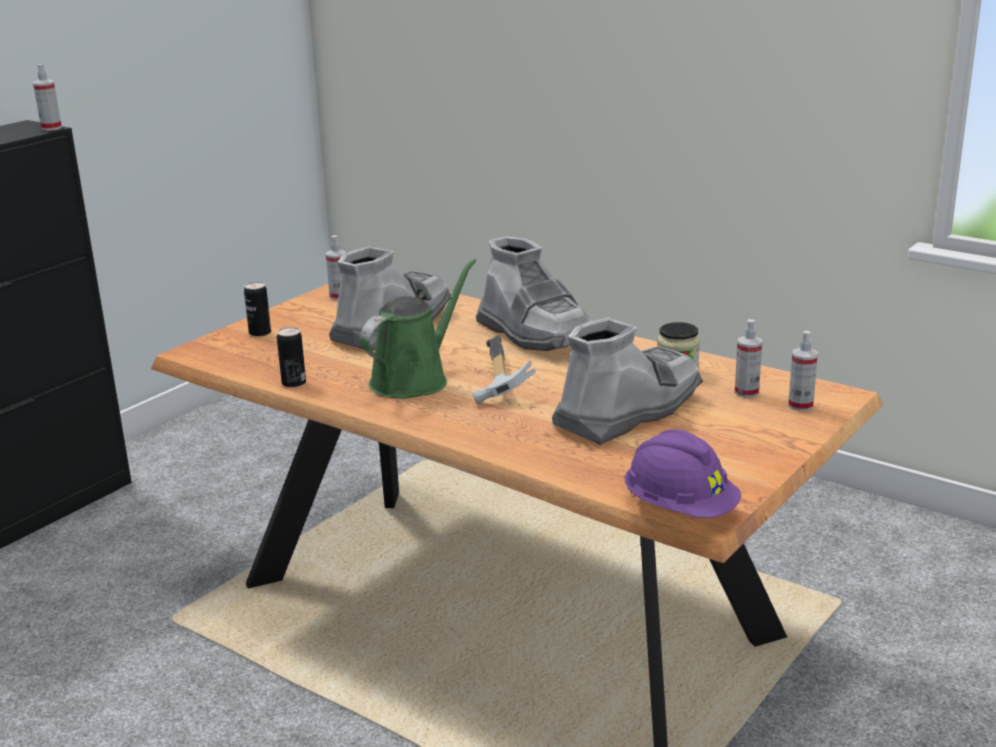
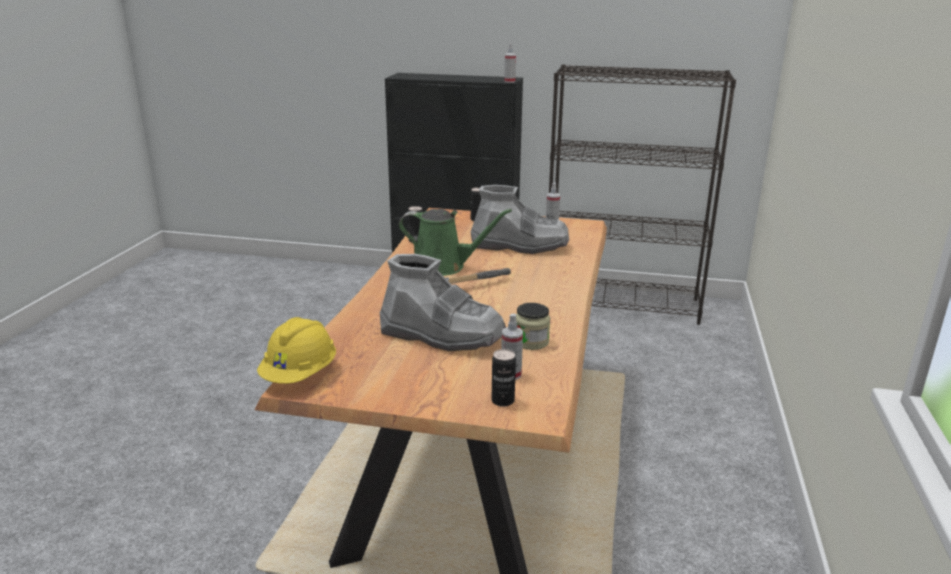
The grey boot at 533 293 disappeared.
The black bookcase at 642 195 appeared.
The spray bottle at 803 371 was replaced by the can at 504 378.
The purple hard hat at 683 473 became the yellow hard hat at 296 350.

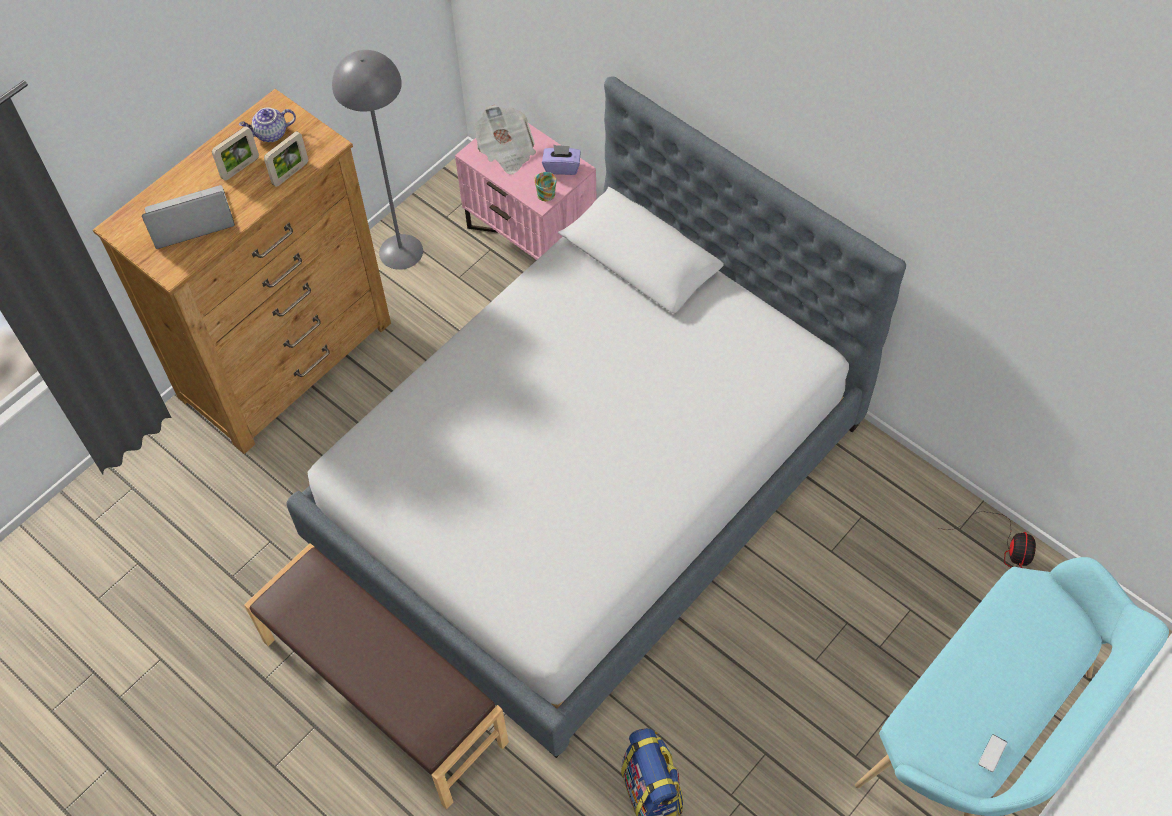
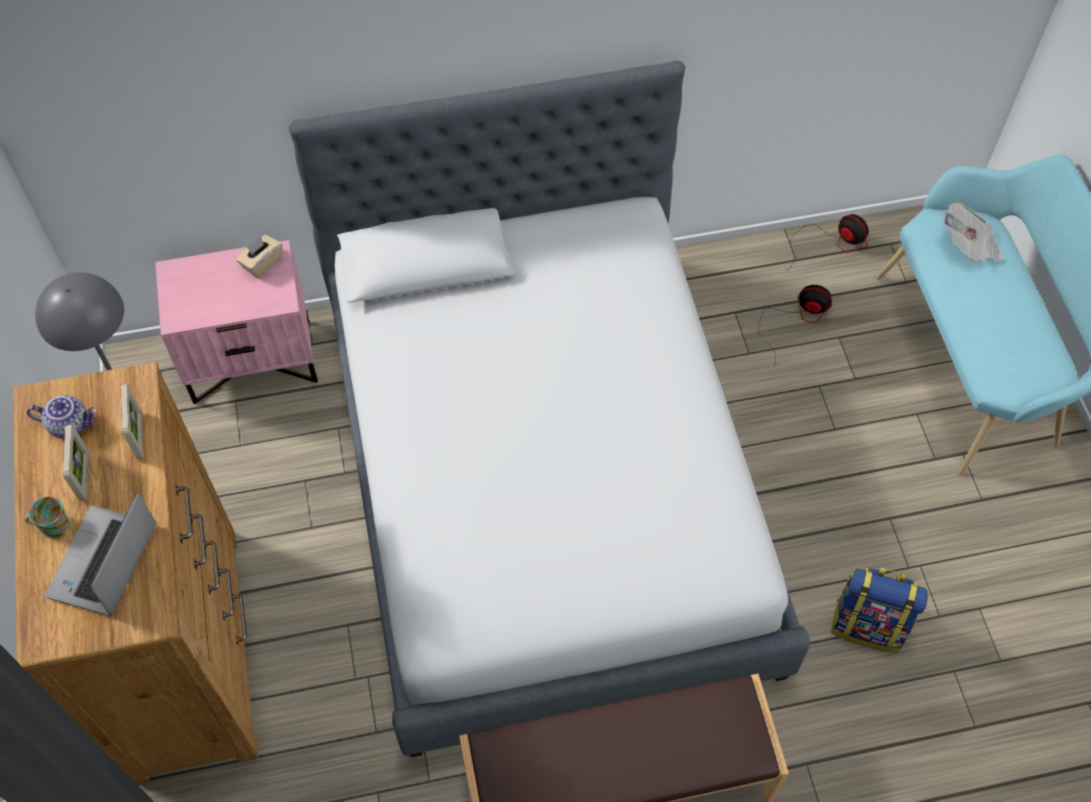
The phone at 993 753 disappeared.
The fan at 795 326 appeared.
The newspaper moved from 505 140 to 972 233.
The mug moved from 546 186 to 47 518.
The purple tissue box at 561 160 became the beige tissue box at 259 256.
The teapot at 267 124 turned 105 degrees counterclockwise.

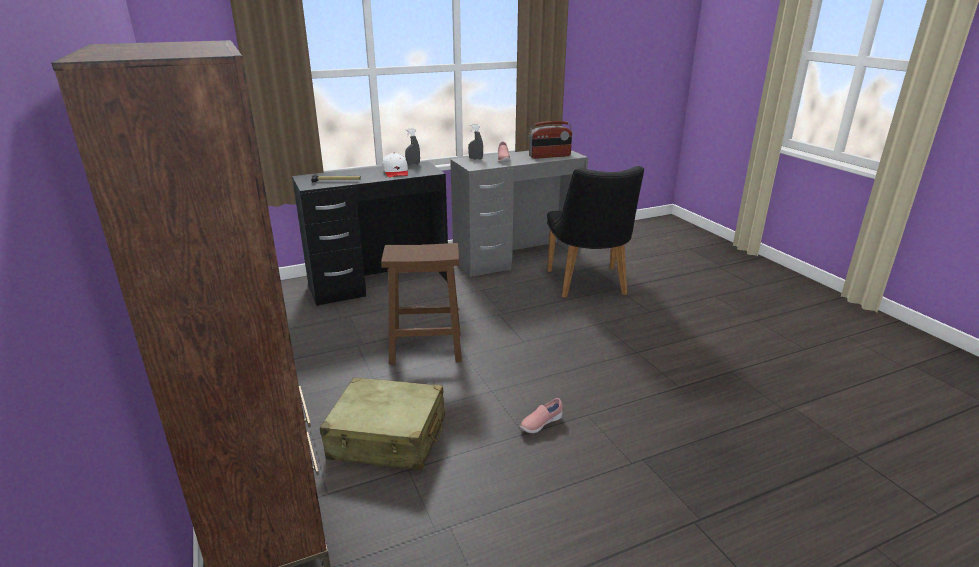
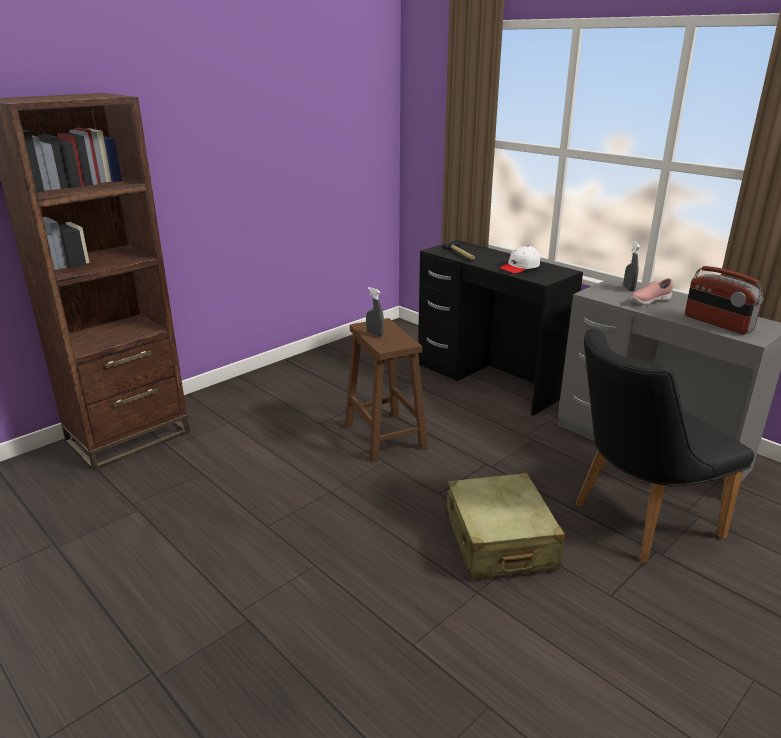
The pink shoe at 541 415 disappeared.
The beige suitcase moved from 382 424 to 506 526.
The grey spray bottle moved from 412 146 to 375 311.

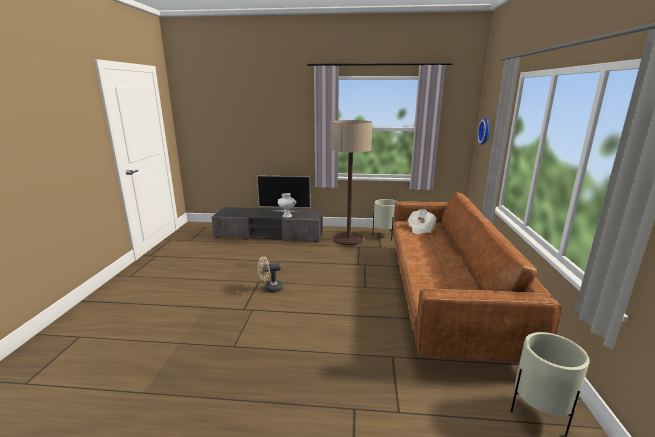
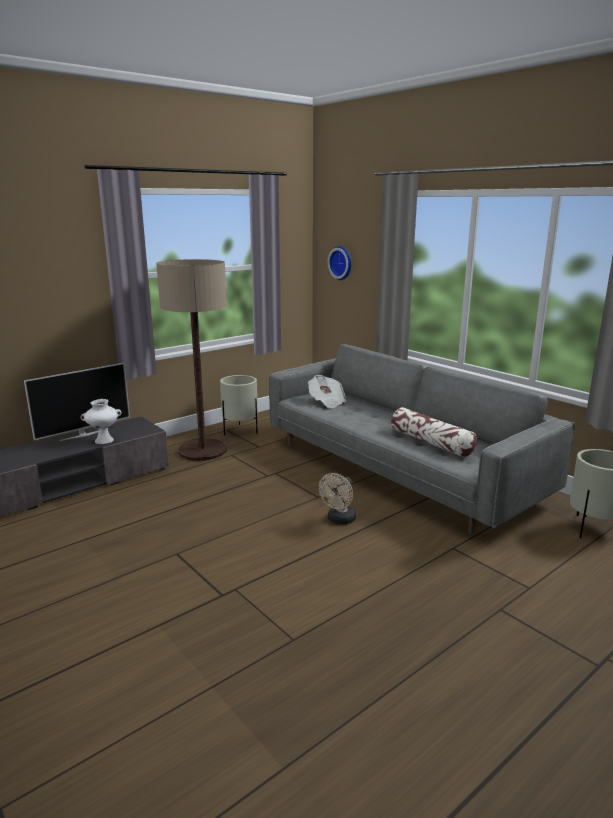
The pillow at 434 432 appeared.
The beige fan moved from 270 274 to 337 499.
The brown sofa at 476 277 became the grey sofa at 422 439.

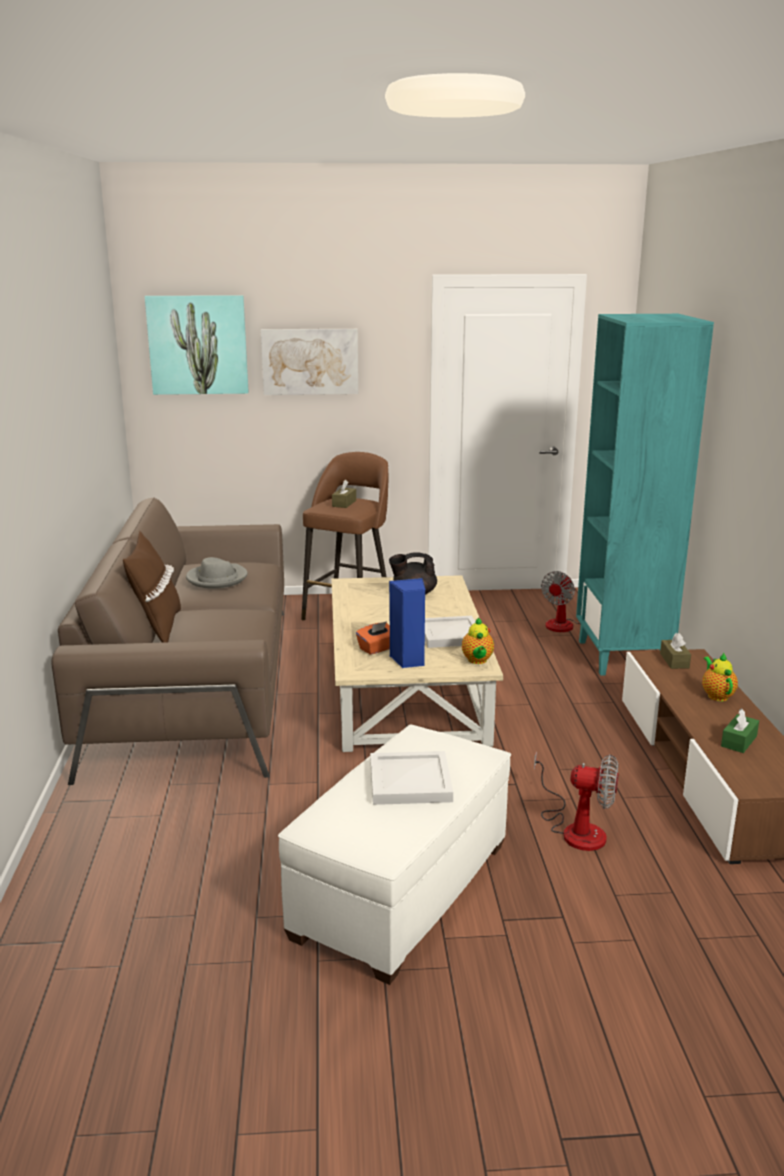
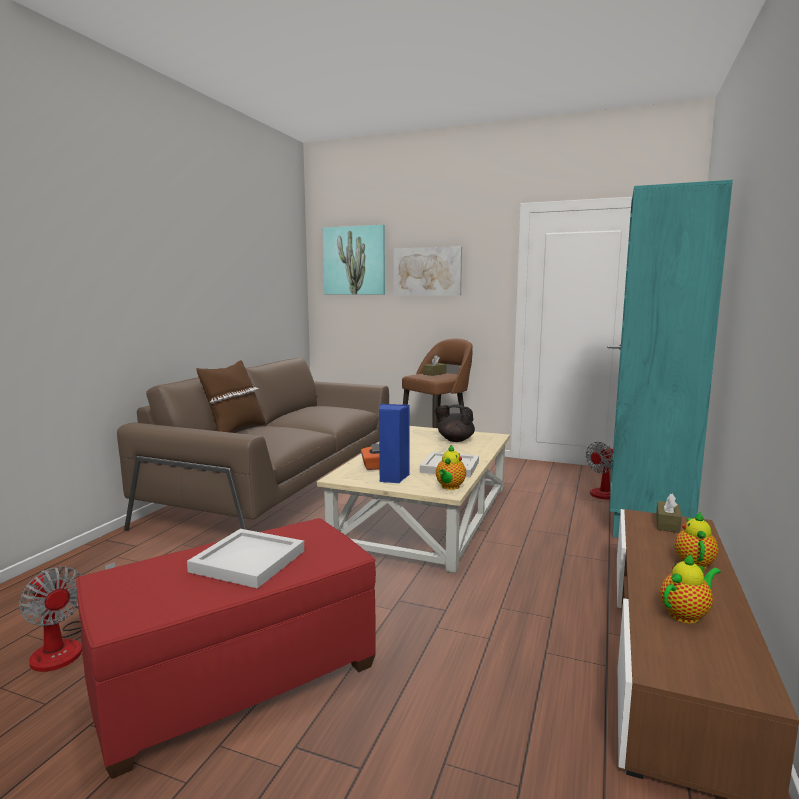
The grey hat at 217 573 disappeared.
The fan moved from 576 801 to 67 617.
The green tissue box at 740 730 was replaced by the teapot at 690 588.
The white ottoman at 394 855 became the red ottoman at 226 648.

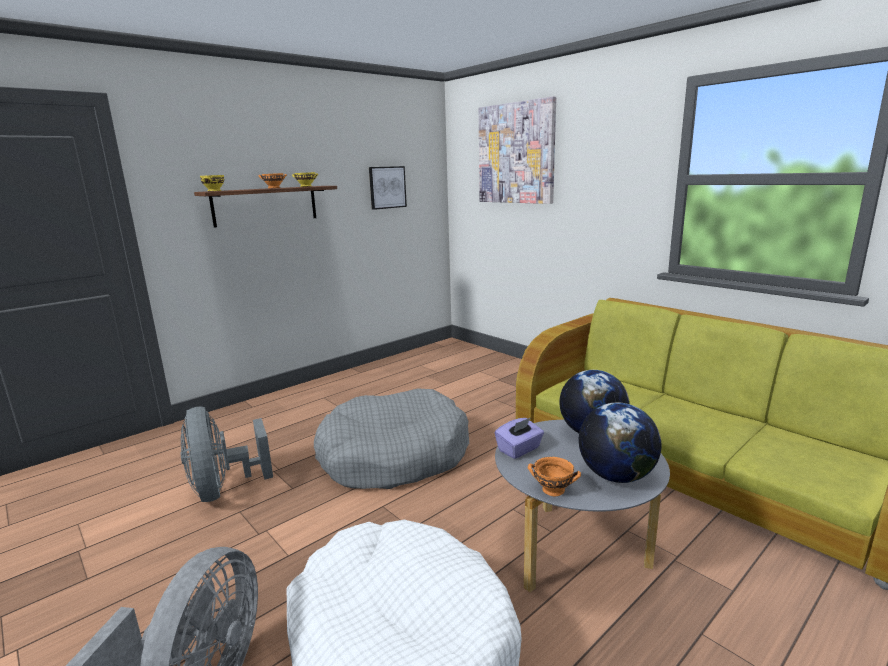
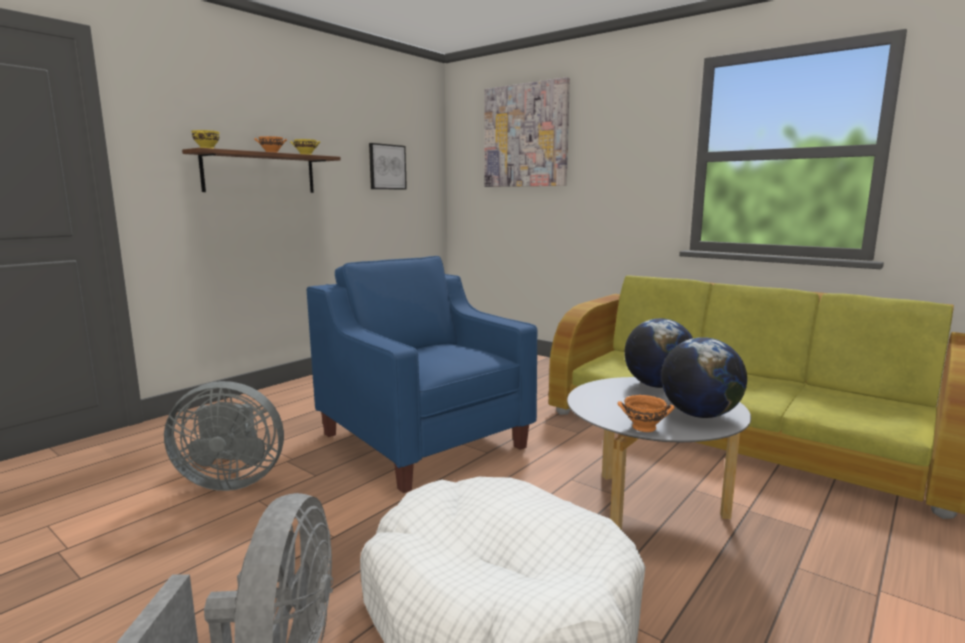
The purple tissue box at 519 438 disappeared.
The grey dog bed at 391 438 was replaced by the blue armchair at 422 374.
The grey fan at 226 454 turned 60 degrees counterclockwise.

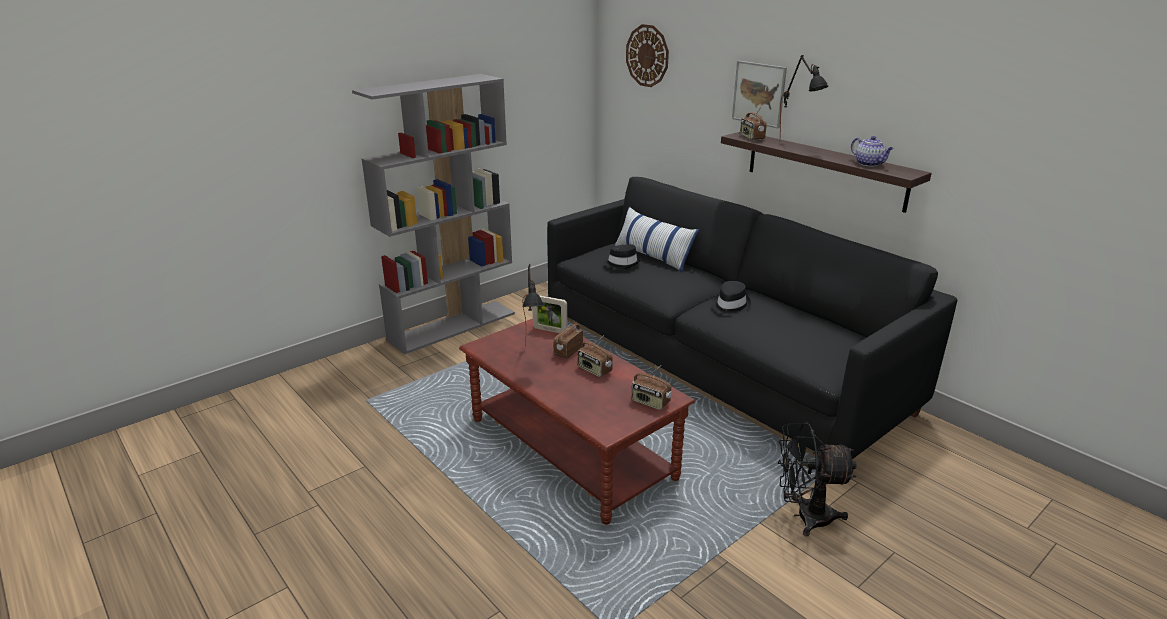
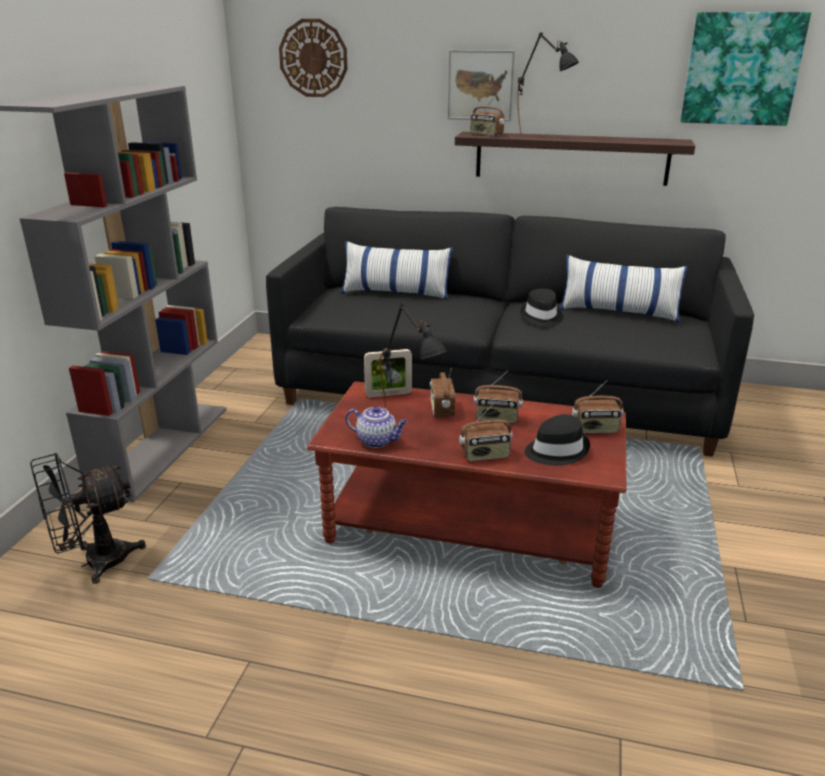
The radio at 486 432 appeared.
The pillow at 623 289 appeared.
The picture at 745 69 appeared.
The black hat moved from 622 256 to 557 440.
The black fan moved from 817 479 to 88 518.
The teapot moved from 872 151 to 377 427.

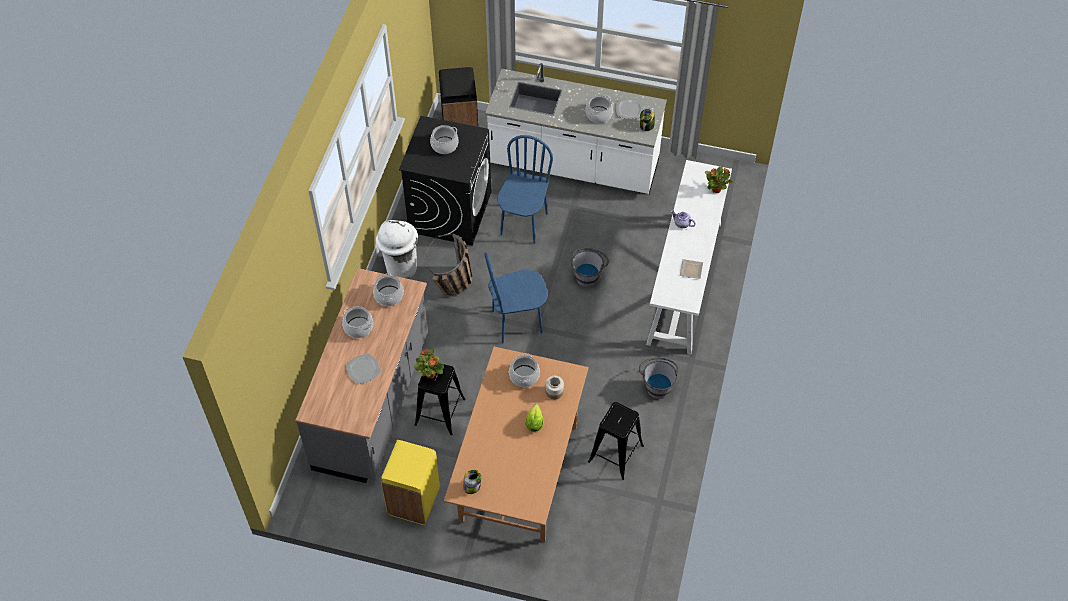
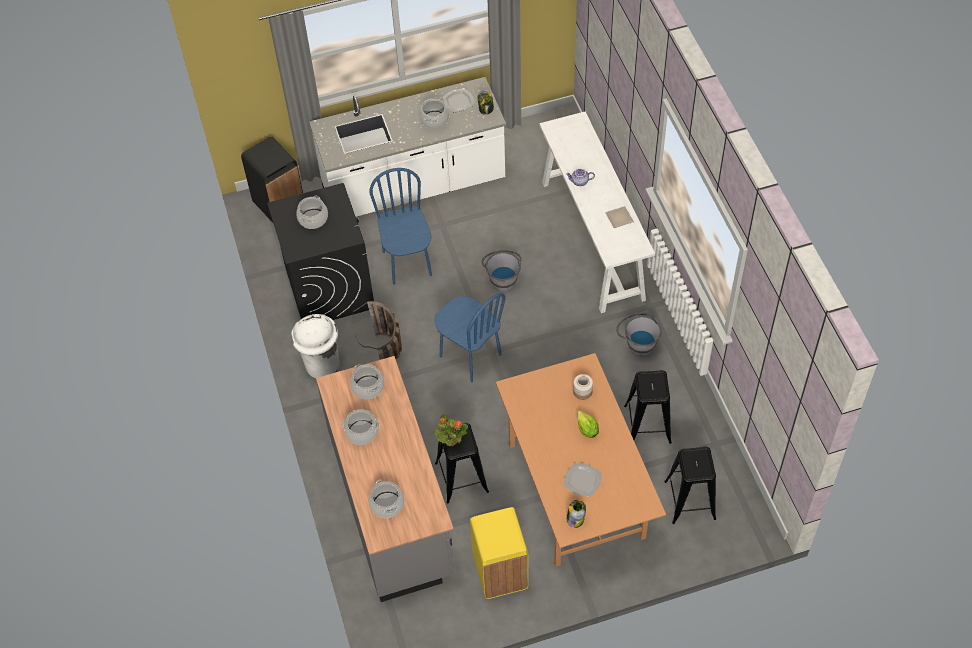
The potted plant at 719 180 disappeared.
The black stool at 690 485 appeared.
The plate moved from 363 369 to 583 480.
The cooking pot moved from 524 370 to 386 499.
The blue chair at 516 297 turned 90 degrees counterclockwise.

